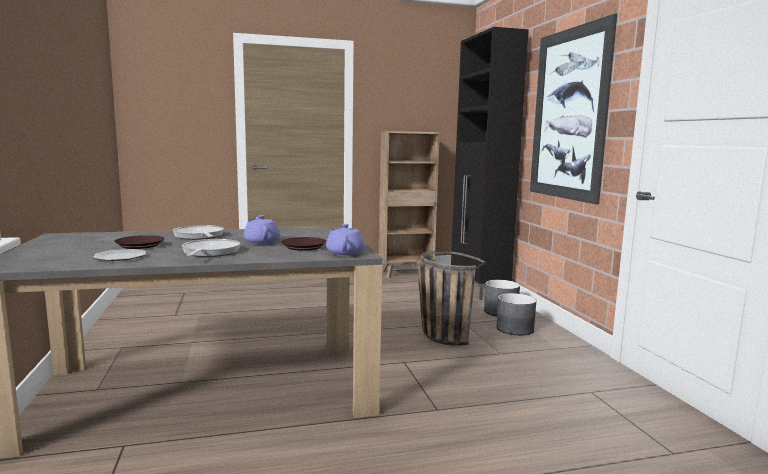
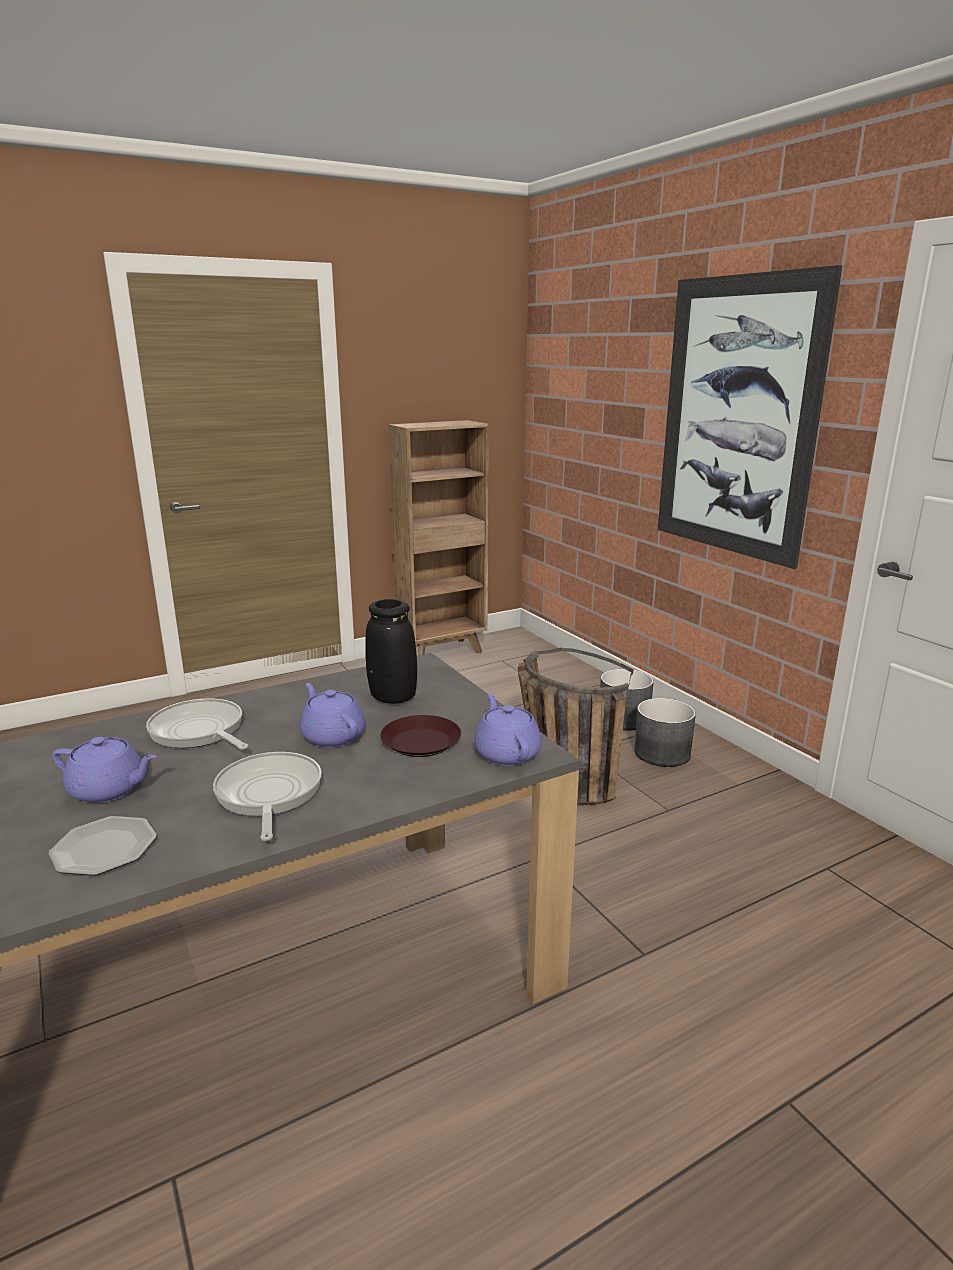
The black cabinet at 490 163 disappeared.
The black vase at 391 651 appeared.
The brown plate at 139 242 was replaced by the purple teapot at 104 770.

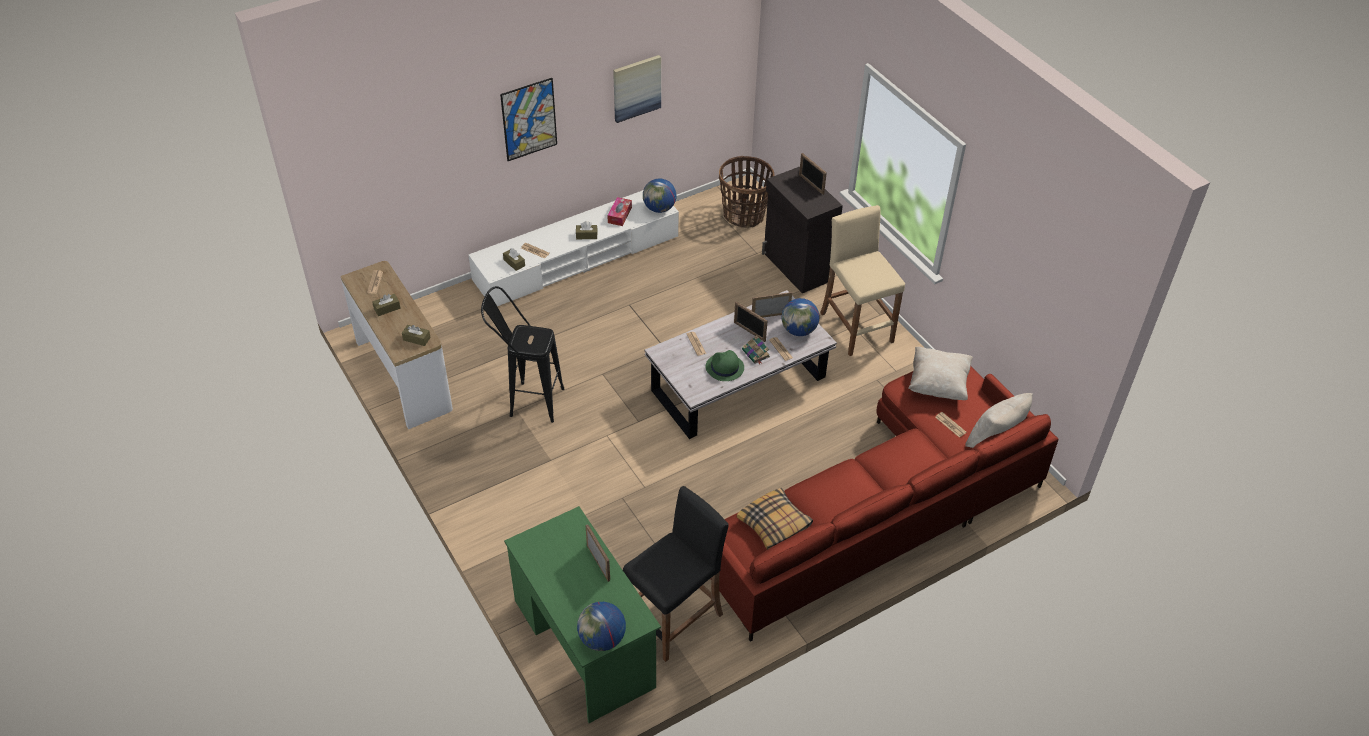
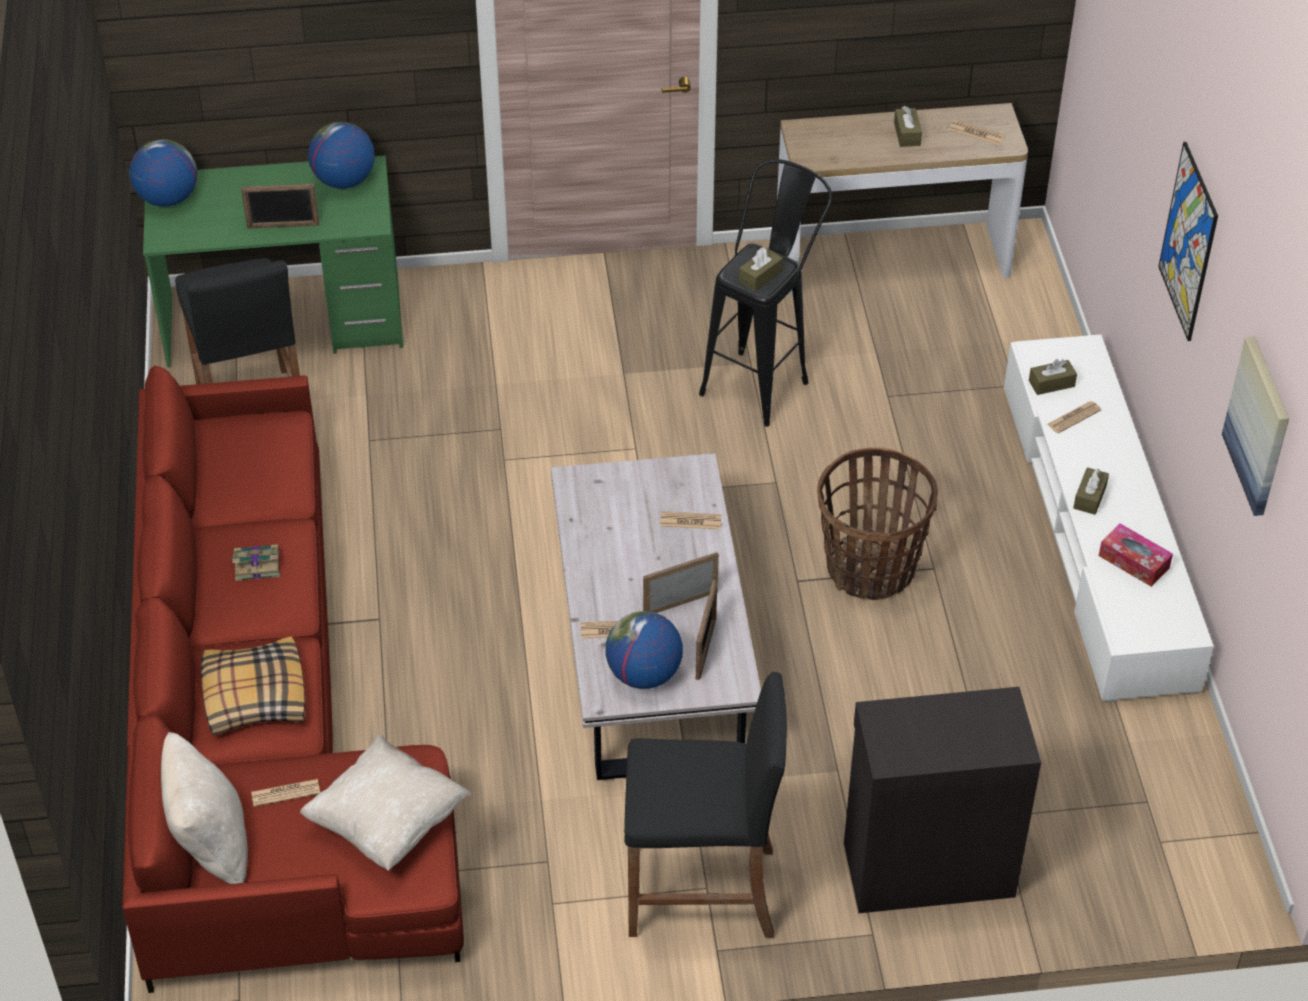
The green hat at 724 365 disappeared.
The picture frame at 813 174 disappeared.
The brown tissue box moved from 416 335 to 761 269.
The globe moved from 660 195 to 341 155.
The basket moved from 746 192 to 877 524.
The pillow moved from 775 519 to 253 686.
The book moved from 756 349 to 253 563.
The beige stool at 862 280 became the black stool at 705 805.

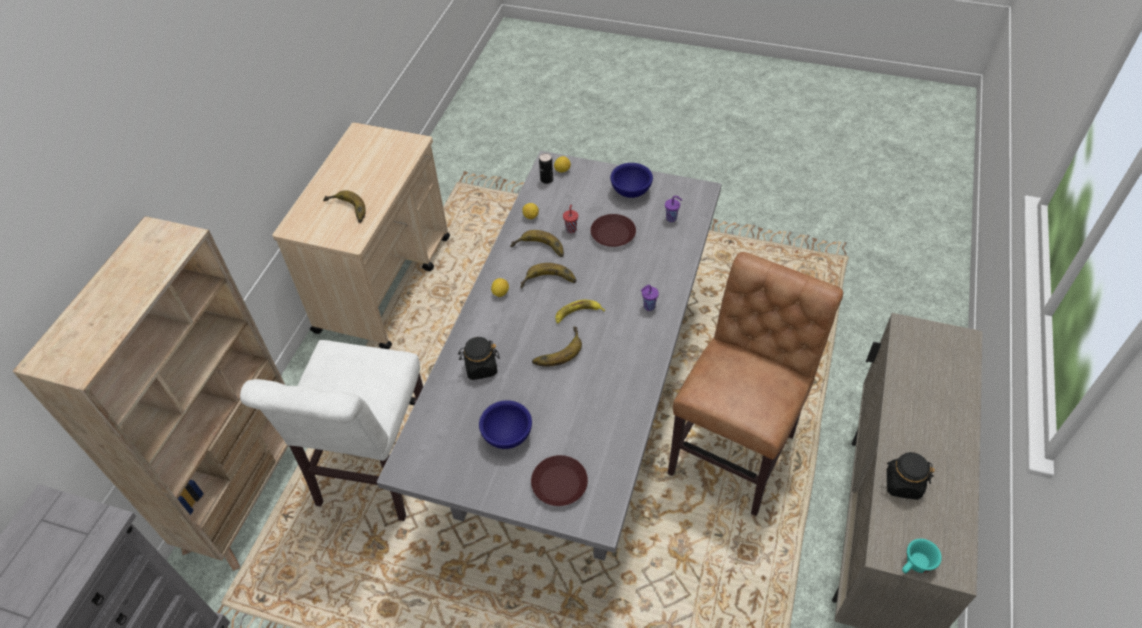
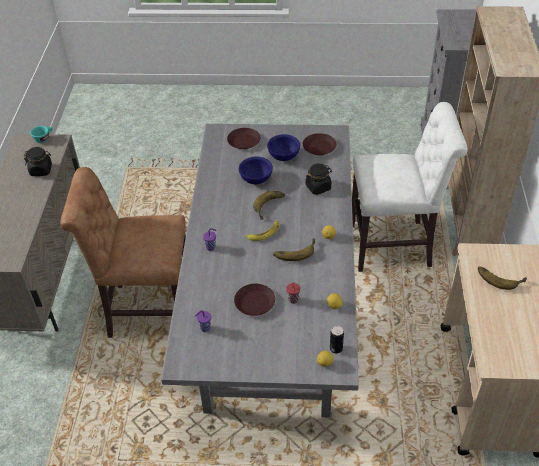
The banana at 537 243 disappeared.
The brown plate at 319 144 appeared.
The blue bowl moved from 631 180 to 256 170.
The white chair at 331 430 turned 90 degrees clockwise.
The brown chair at 755 384 turned 75 degrees clockwise.

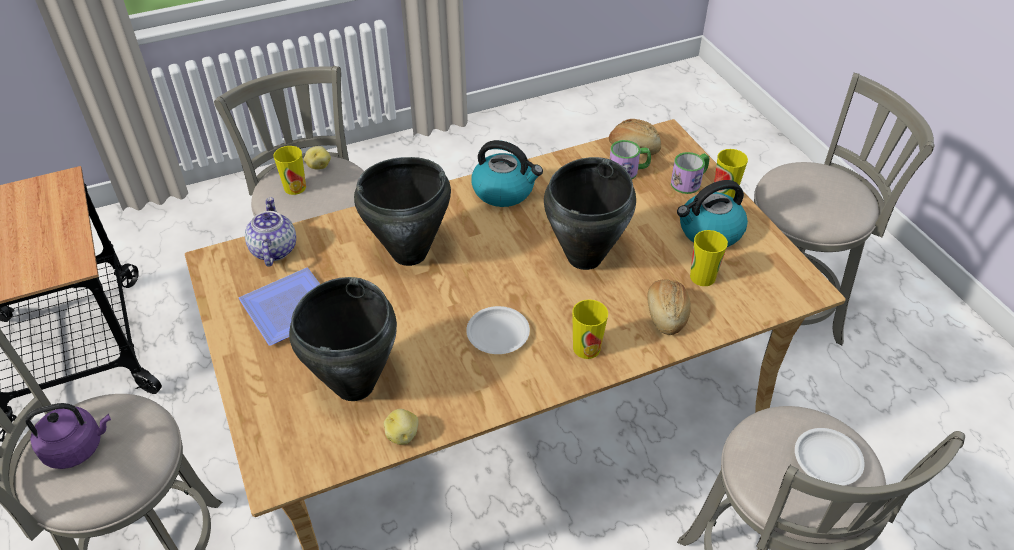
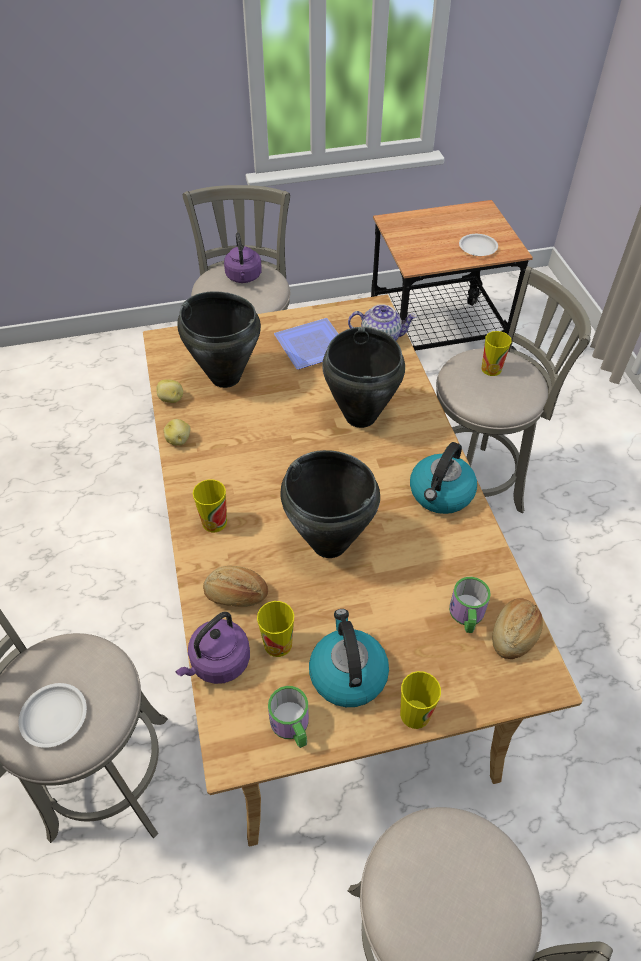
The purple kettle at 212 648 appeared.
The potato moved from 317 158 to 177 432.
The white plate moved from 498 330 to 478 245.
The mug moved from 690 173 to 288 717.

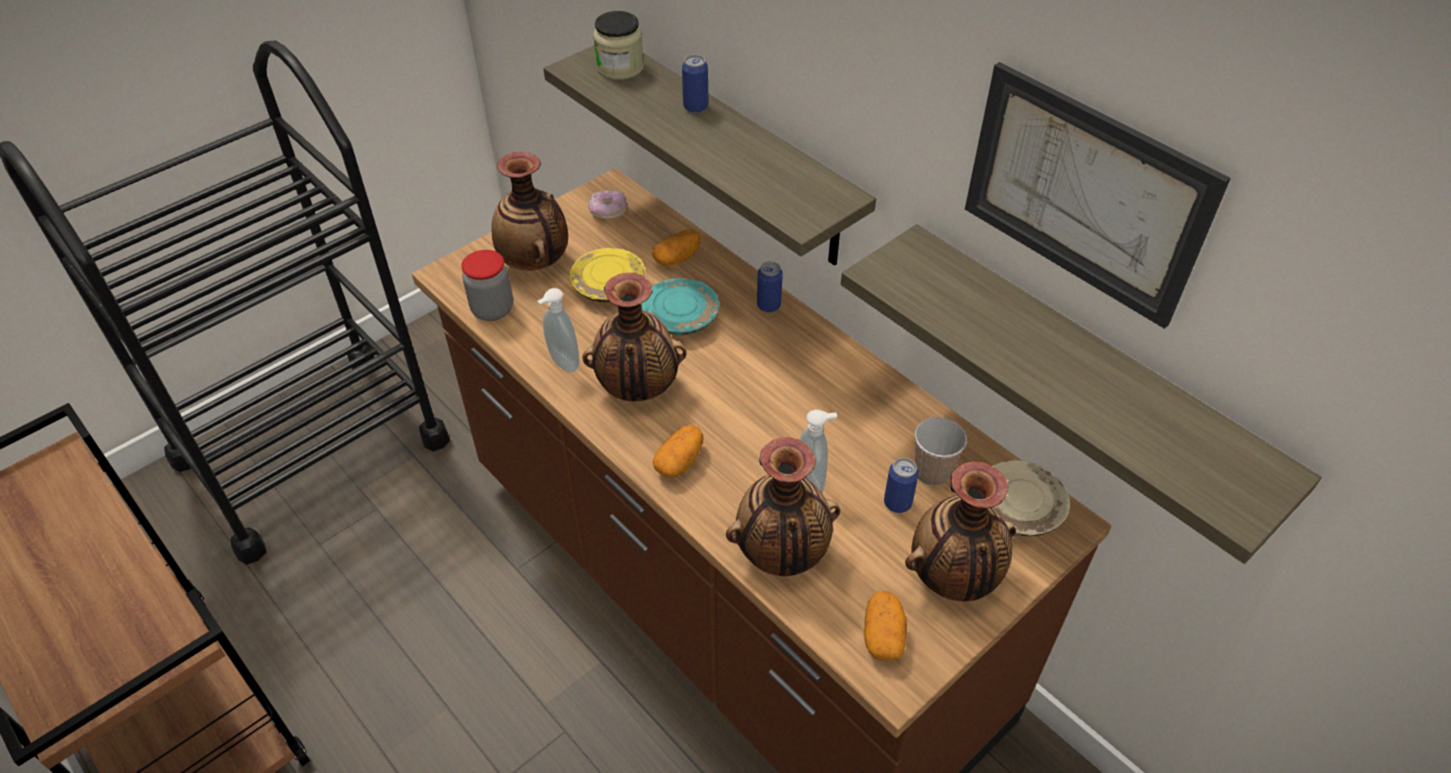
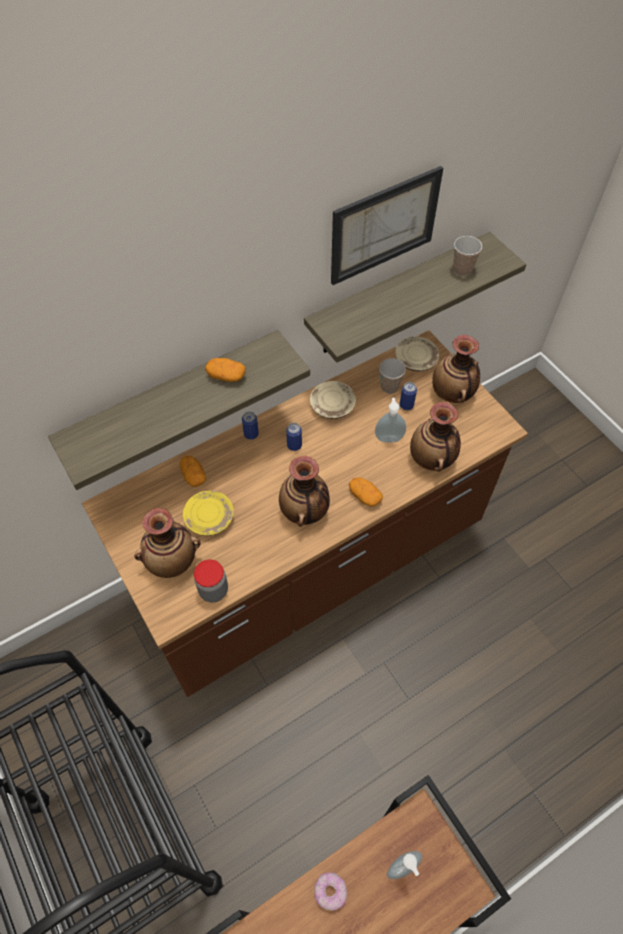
The jar at 618 45 disappeared.
The turquoise plate at 680 306 disappeared.
The beige plate at 333 400 appeared.
The cup at 467 256 appeared.
The soap dispenser moved from 558 330 to 404 865.
The donut moved from 607 205 to 330 891.
The can moved from 695 84 to 294 437.
The potato moved from 885 626 to 225 370.

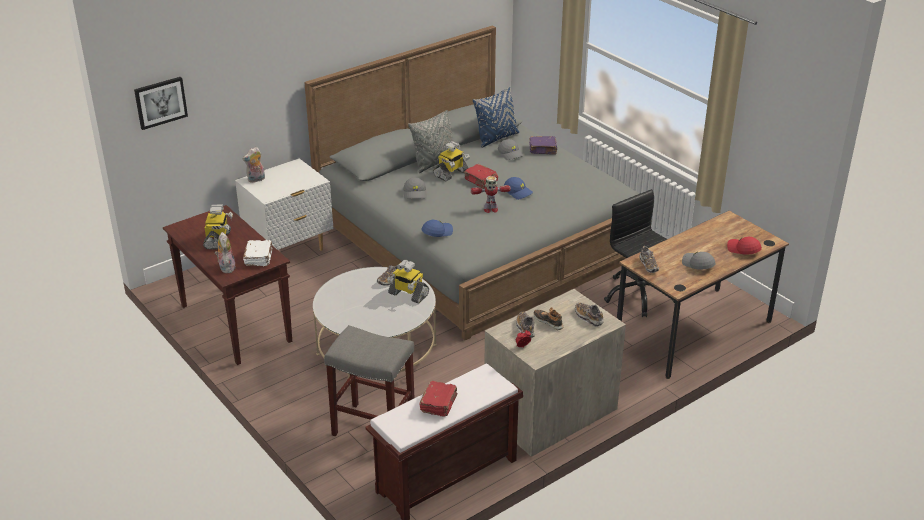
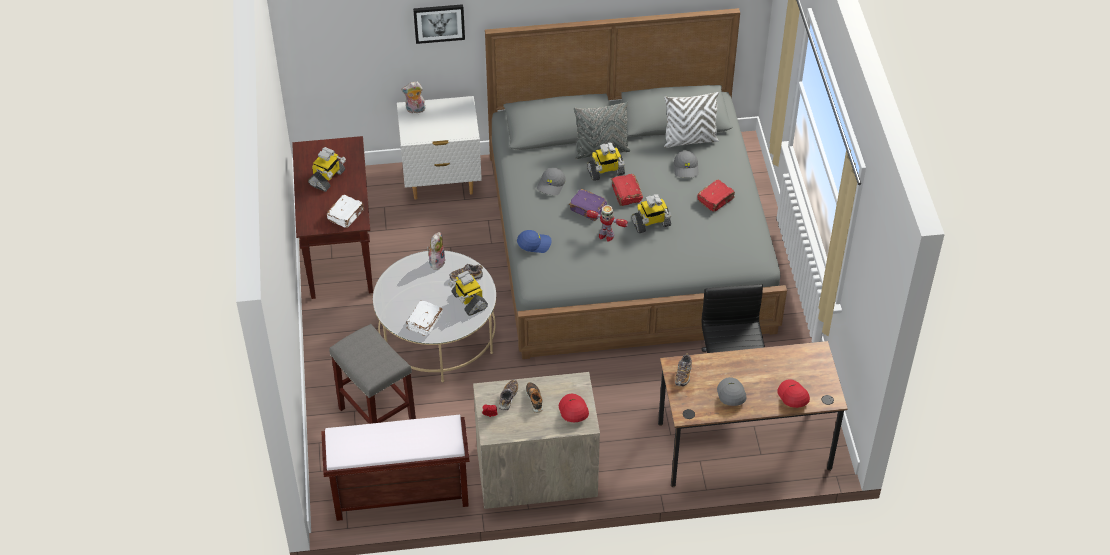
The white book at 424 318 appeared.
The picture moved from 161 103 to 439 24.
The plush toy moved from 225 253 to 436 251.
The red book moved from 438 399 to 716 196.
The purple book moved from 543 145 to 588 205.
The blue cap at 518 188 was replaced by the toy robot at 651 214.
The shoe at 589 315 was replaced by the red cap at 574 408.
The blue pillow at 496 117 became the white pillow at 691 120.

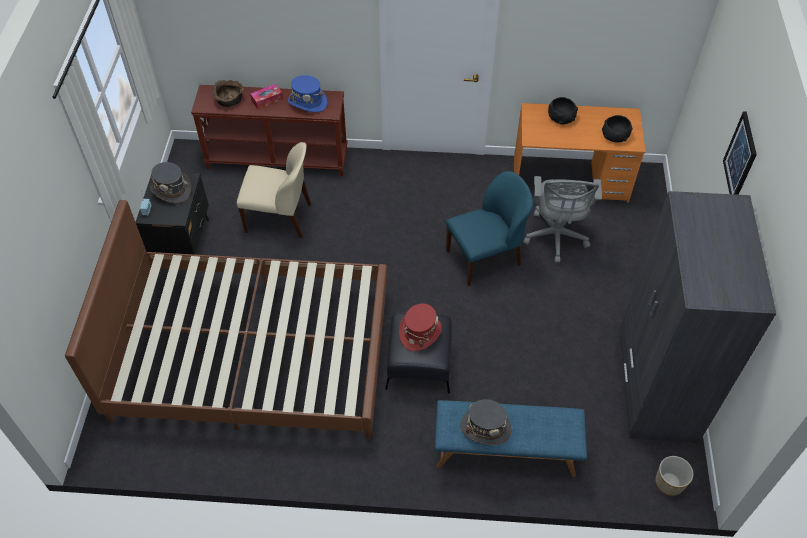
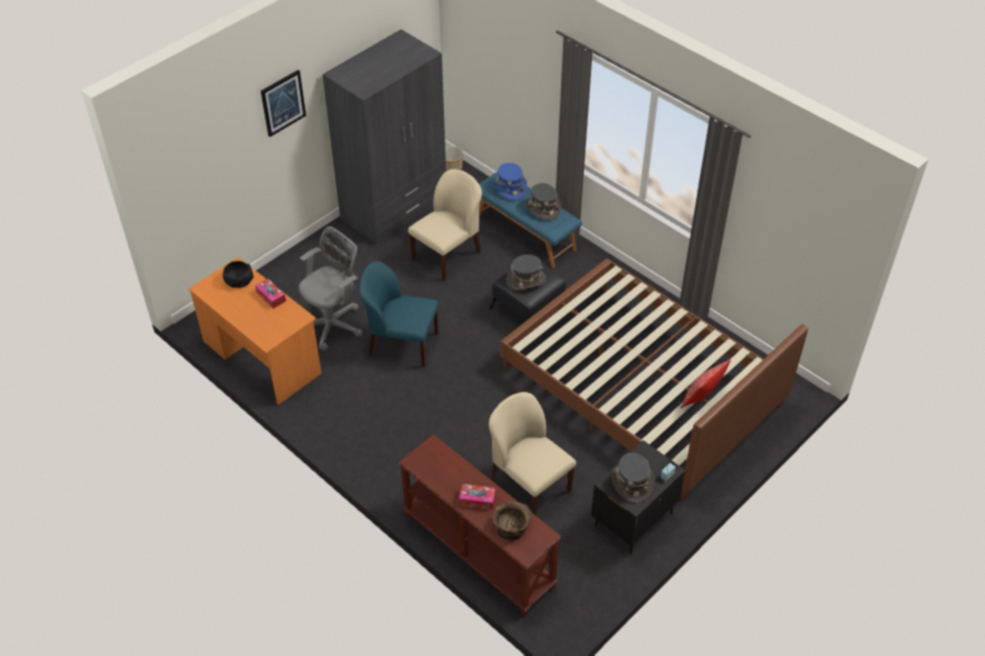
The black bowl at 563 110 disappeared.
The tissue box at 270 294 appeared.
The beige chair at 445 225 appeared.
The pillow at 705 383 appeared.
The blue hat moved from 307 93 to 510 181.
The red hat at 420 327 became the grey hat at 526 272.

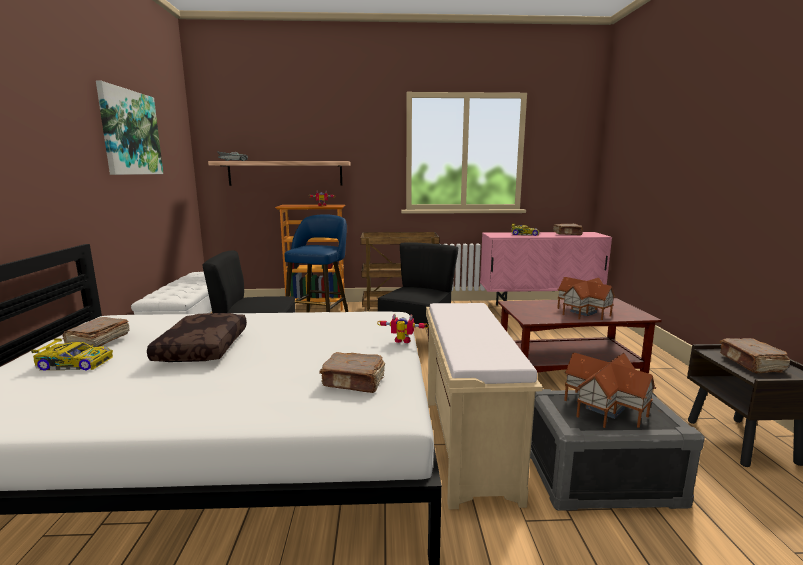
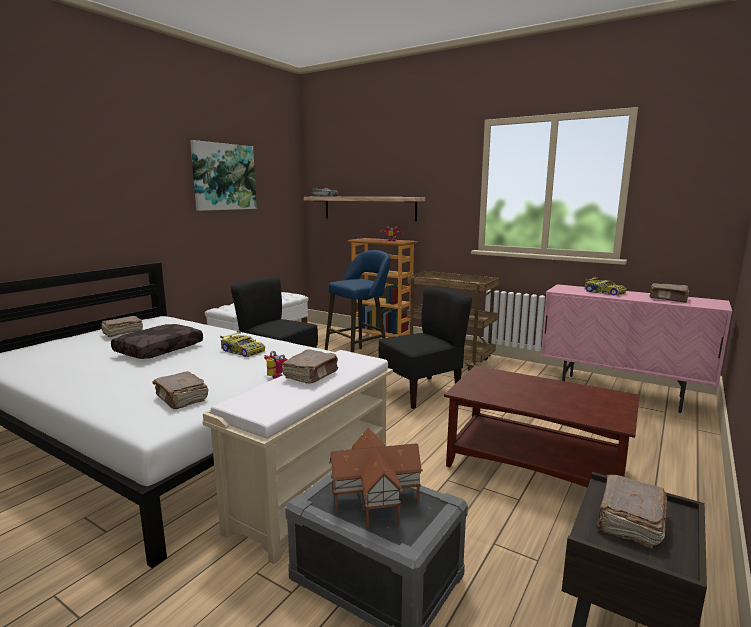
The toy house at 586 298 disappeared.
The brown book at 310 366 appeared.
The toy car moved from 72 354 to 242 344.

